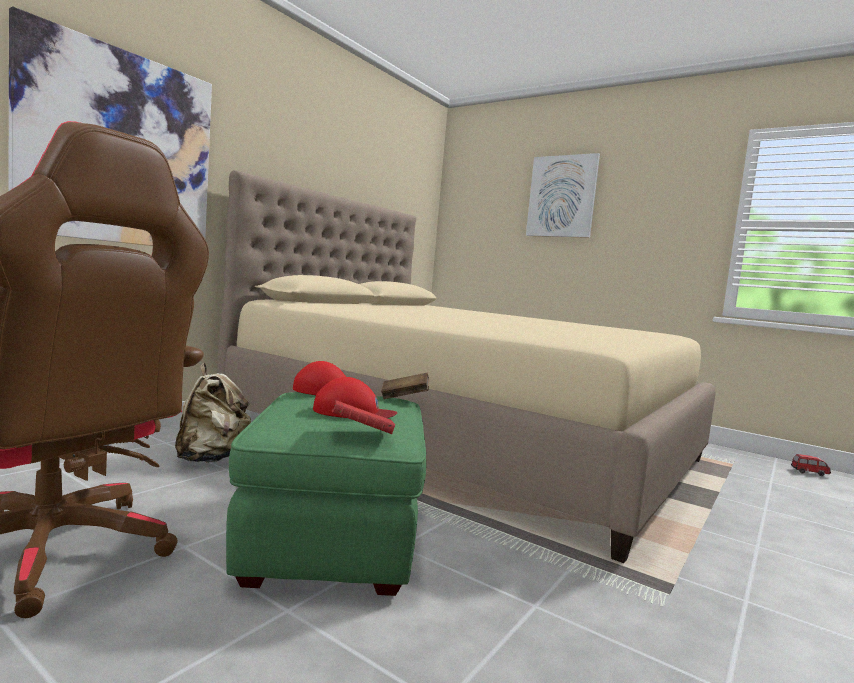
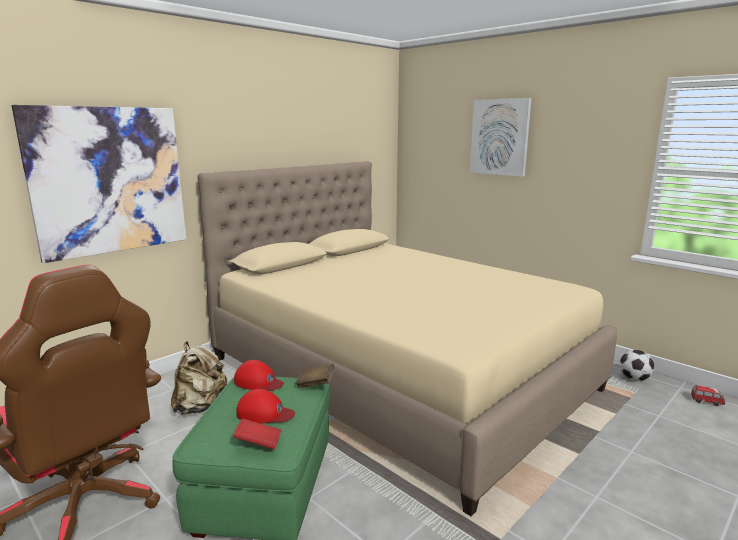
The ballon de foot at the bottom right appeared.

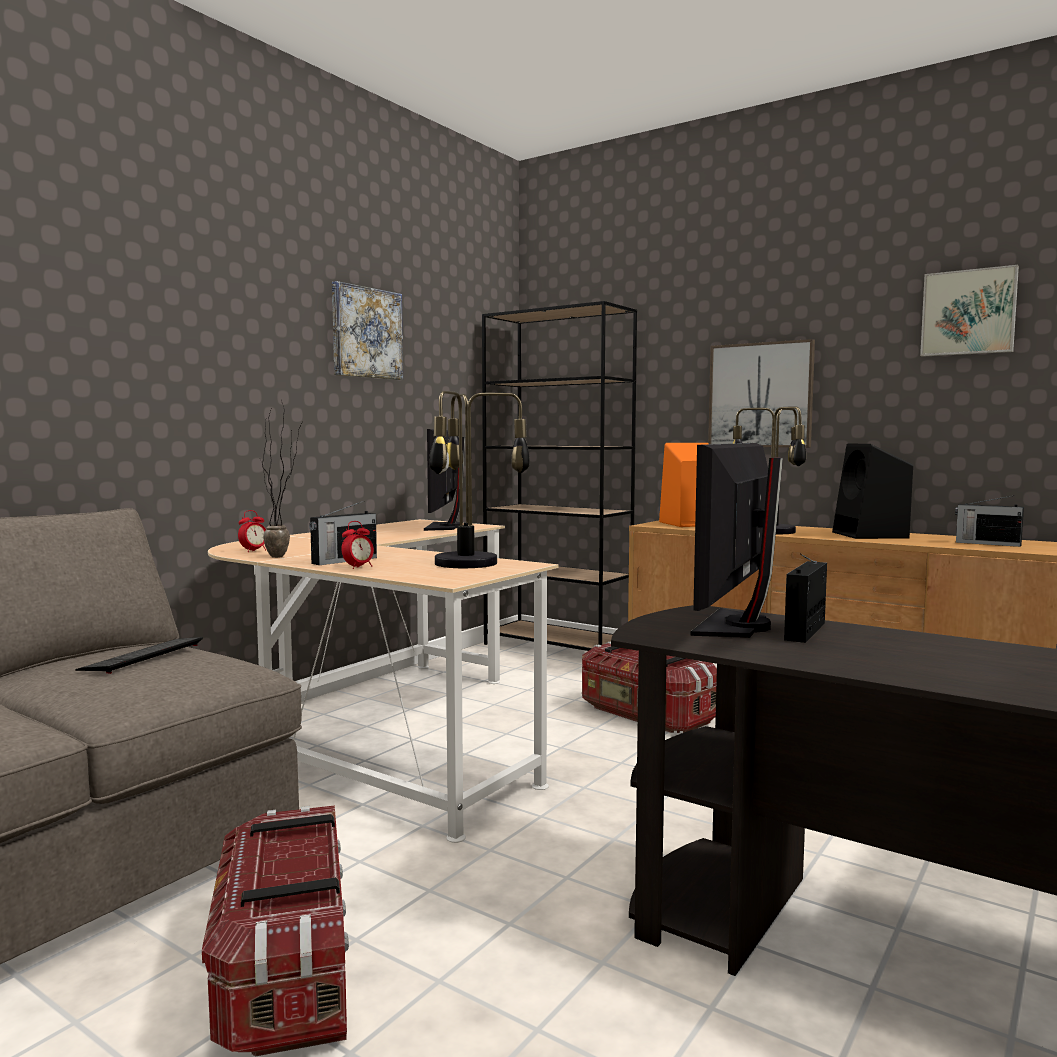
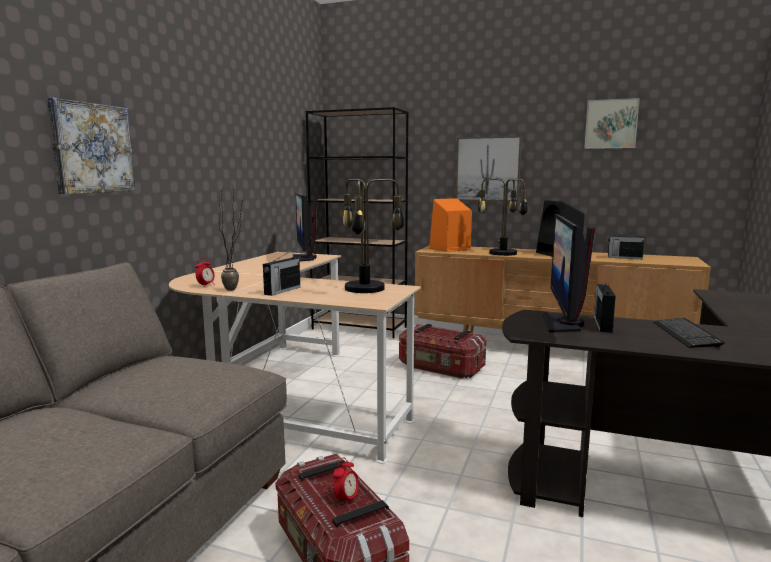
The clavier moved from the middle left to the middle right. The tableau (no. 1 from left) moved from the top centre to the top left. The réveil (no. 2 from left) moved from the centre to the bottom centre.

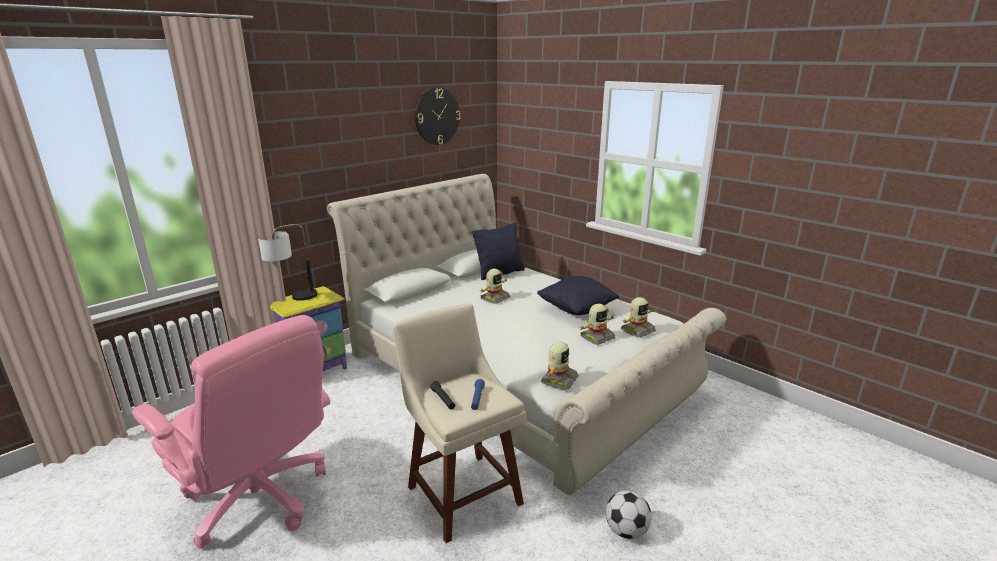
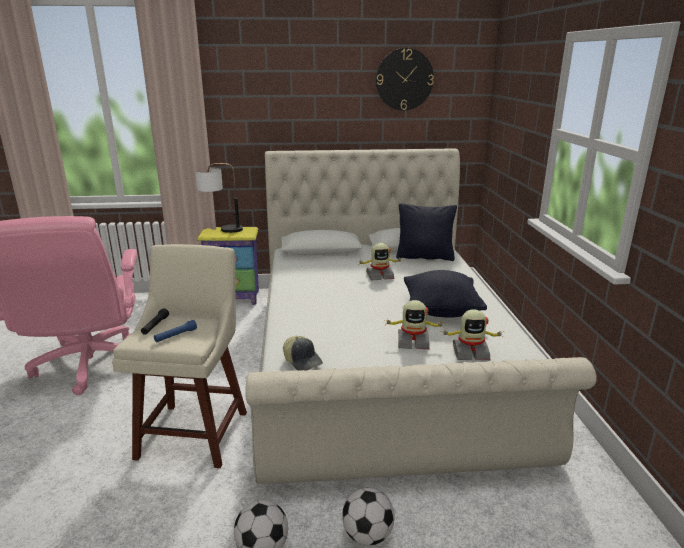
The robot jouet (no. 2 from left) at the centre was replaced by the casquette at the centre. The ballon de foot (no. 2 from left) at the bottom centre appeared.

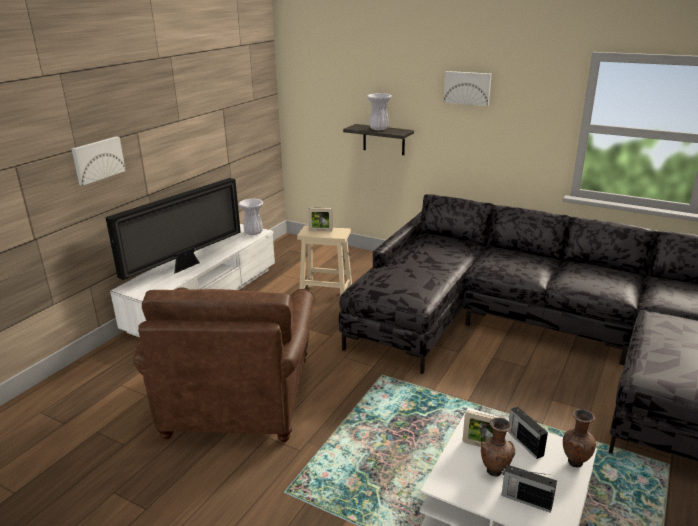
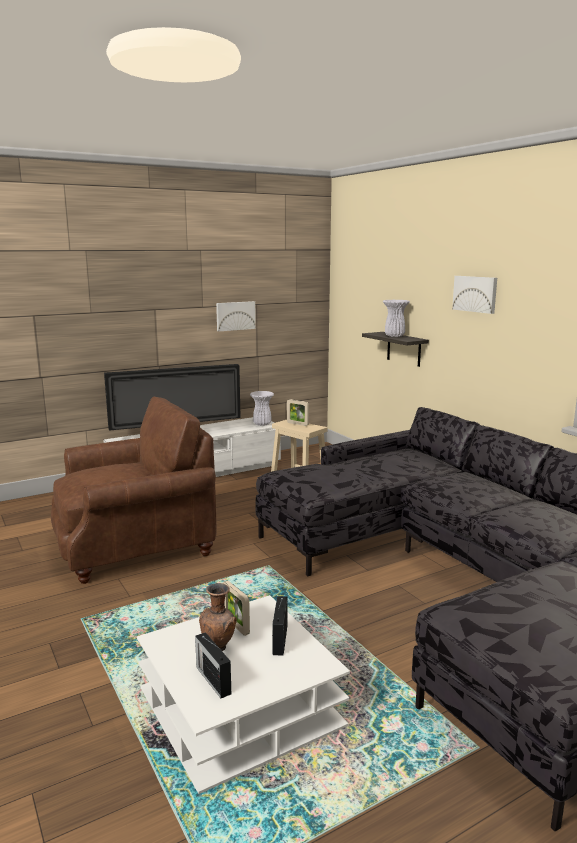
The tableau (no. 1 from left) moved from the top left to the centre. The fauteuil (marron) at the bottom left turned 150 degrees counterclockwise. The vase (marron) (no. 2 from left) at the bottom right disappeared.

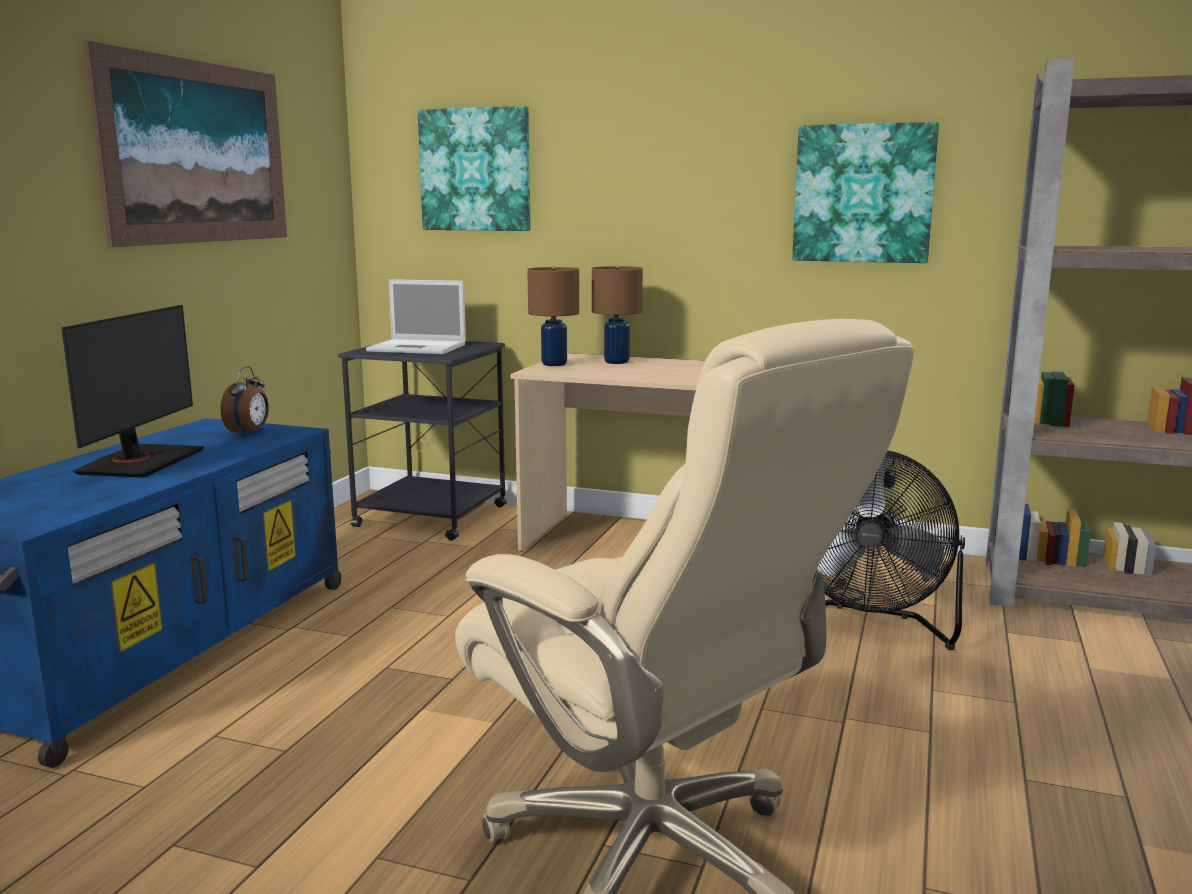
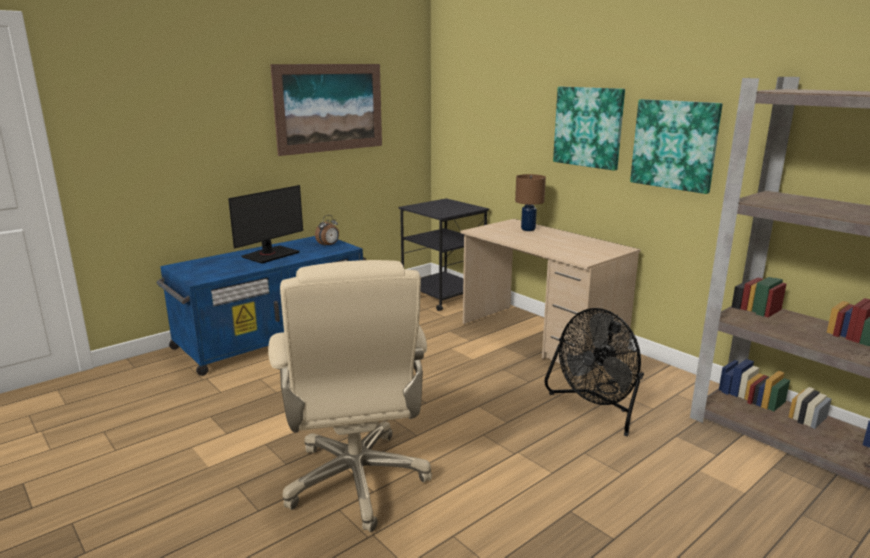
The ordinateur portable at the centre disappeared. The tableau (no. 2 from left) moved from the top centre to the top right. The lampe de table (marron) (no. 1 from left) at the centre disappeared.

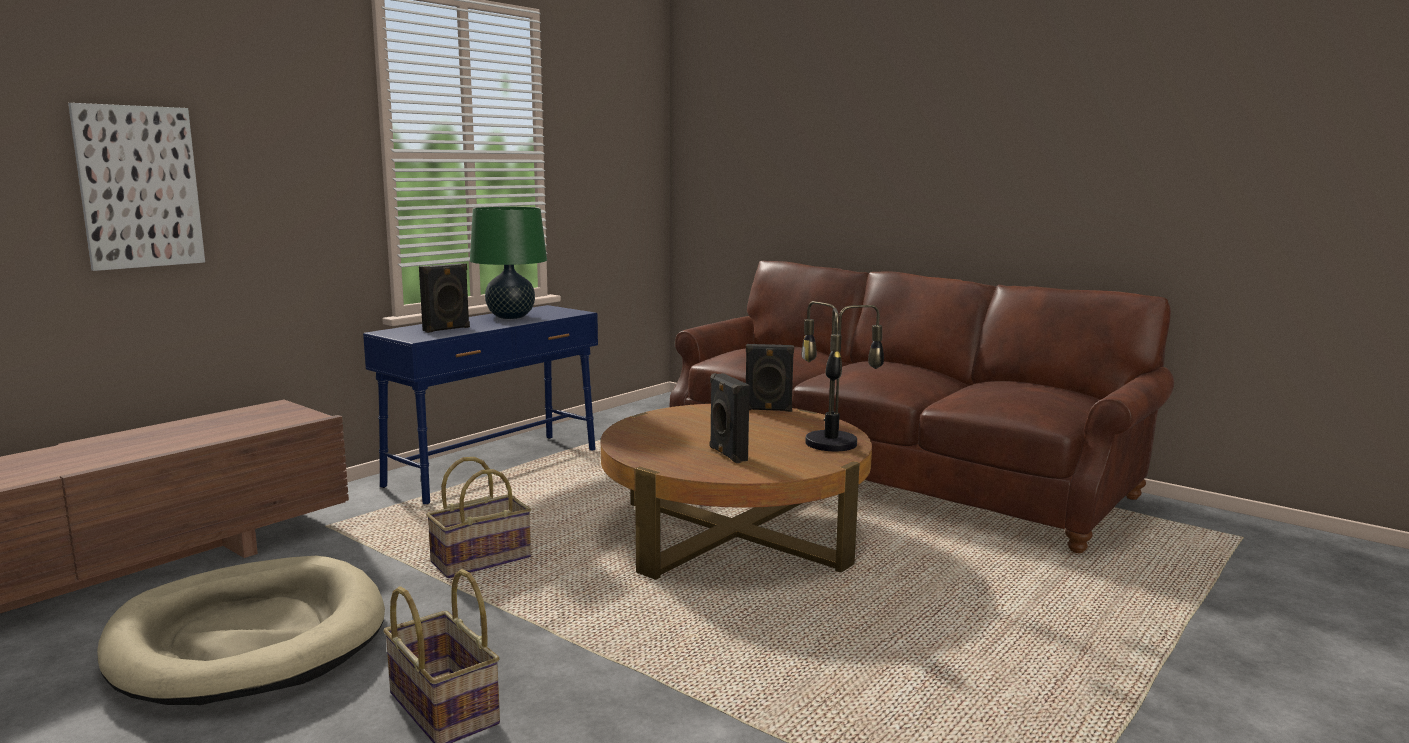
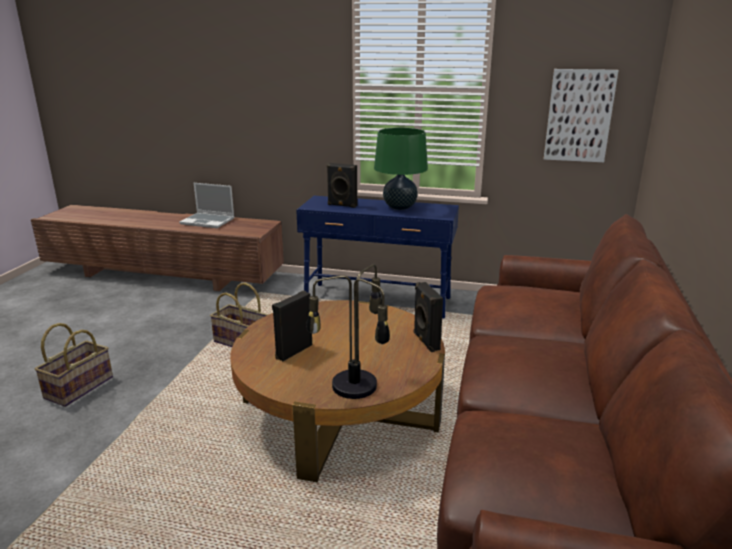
The tableau moved from the top left to the top right. The panier pour chien (beige) at the bottom left disappeared. The ordinateur portable at the middle left appeared.

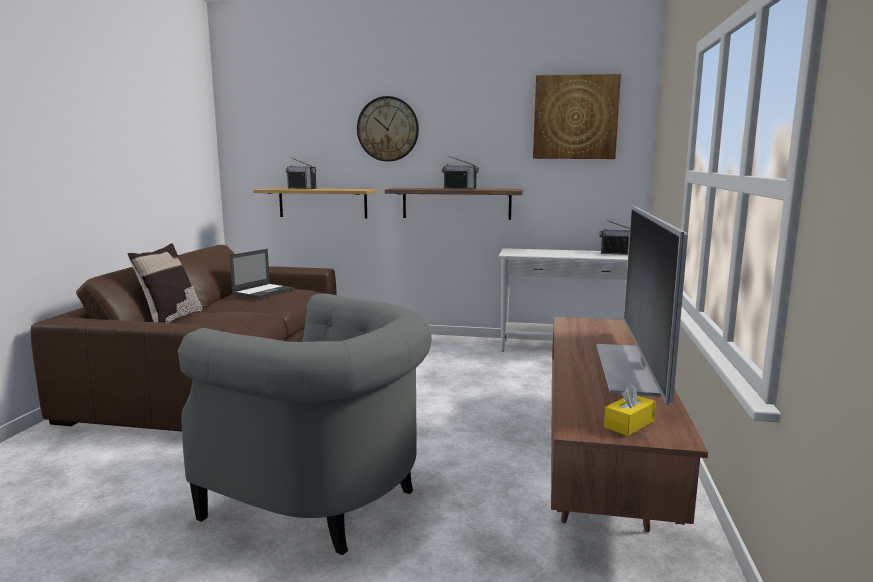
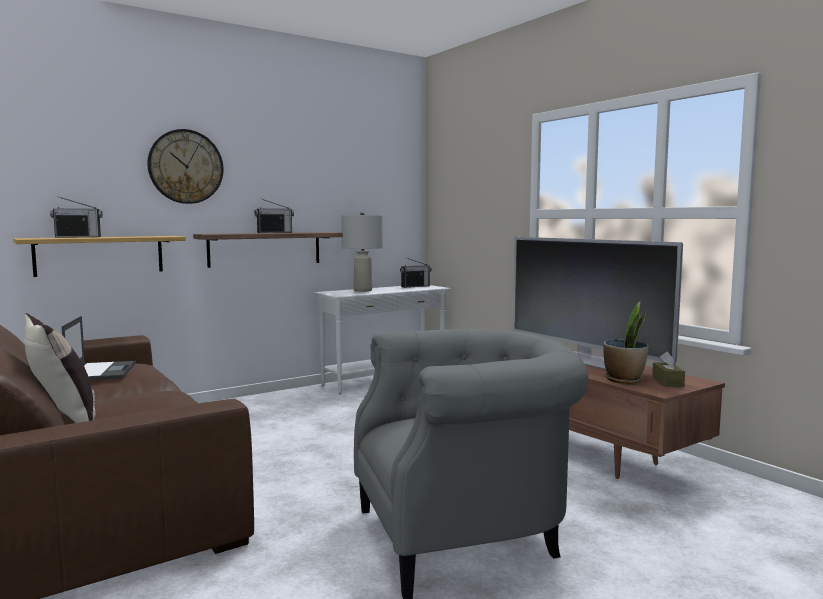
The tableau at the top centre disappeared. The boîte à mouchoirs (jaune) at the bottom right became the boîte à mouchoirs (marron) at the middle right. The lampe de table (gris) at the centre appeared. The plante en pot at the middle right appeared.

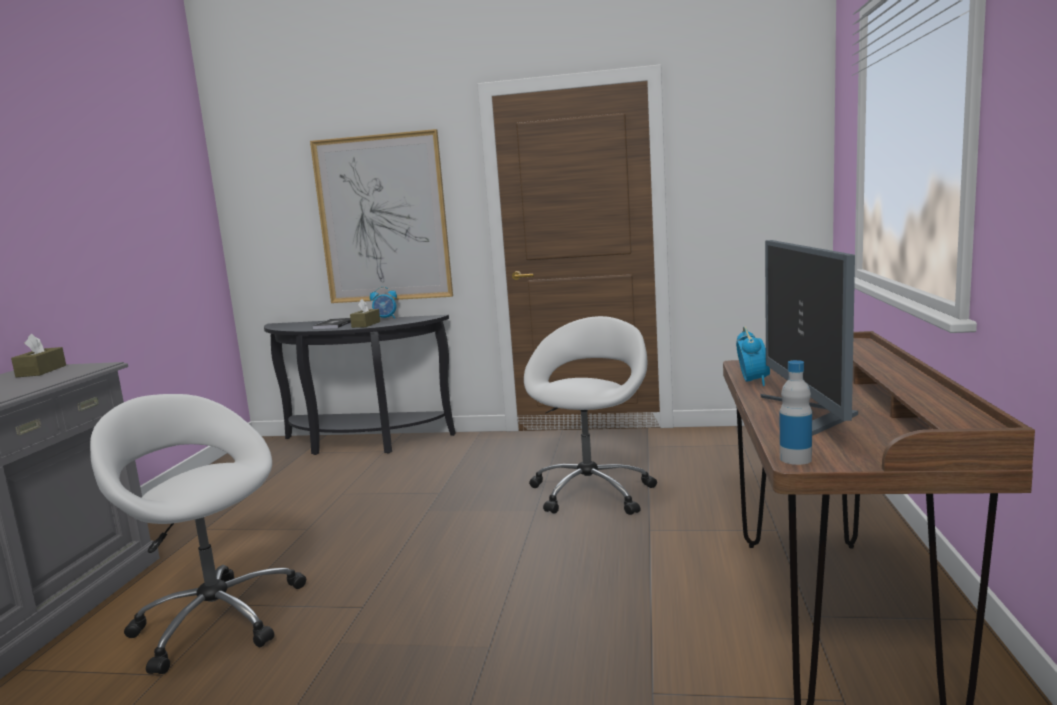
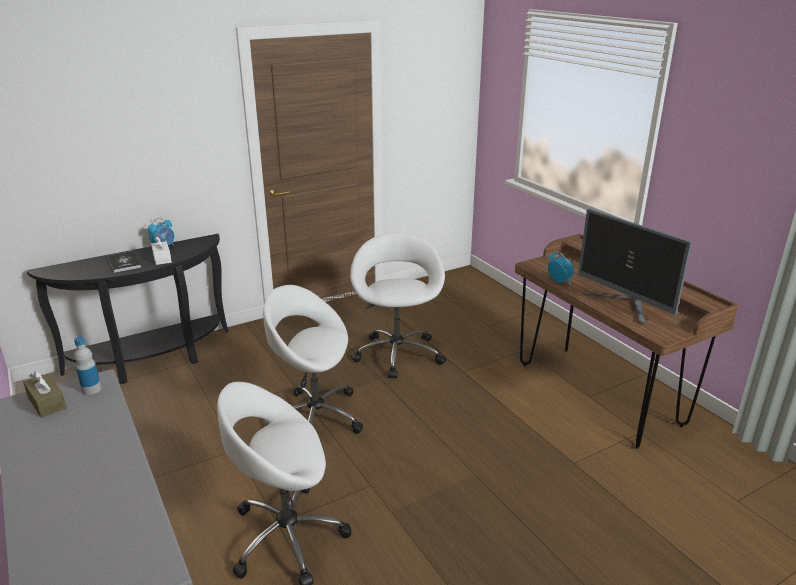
The tableau at the top centre disappeared. The boîte à mouchoirs (marron) (no. 2 from left) at the centre became the boîte à mouchoirs (blanc) at the middle left. The bouteille moved from the middle right to the middle left. The chaise de bureau (blanc) (no. 2 from left) at the centre appeared.

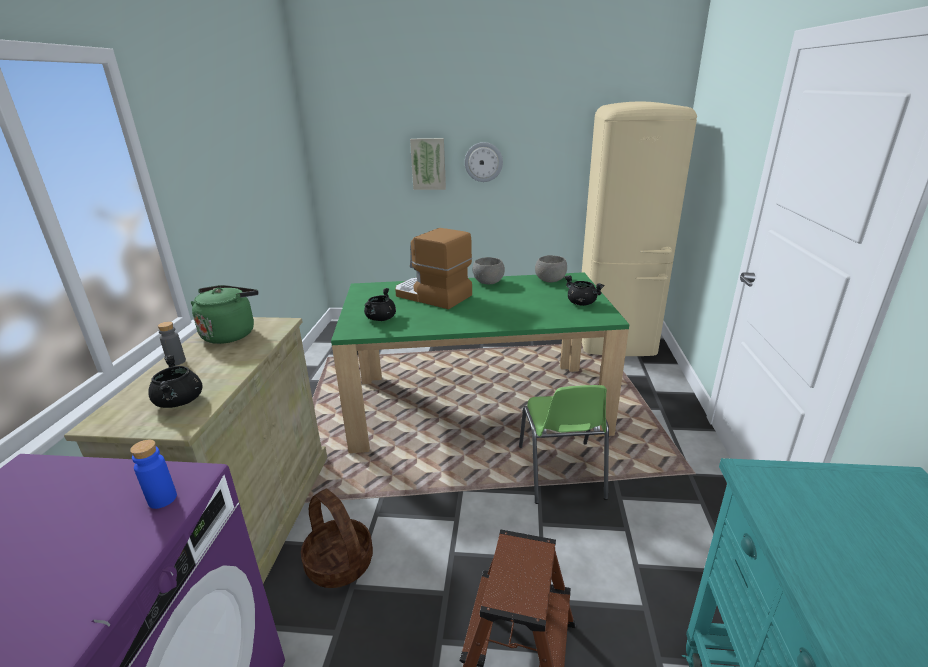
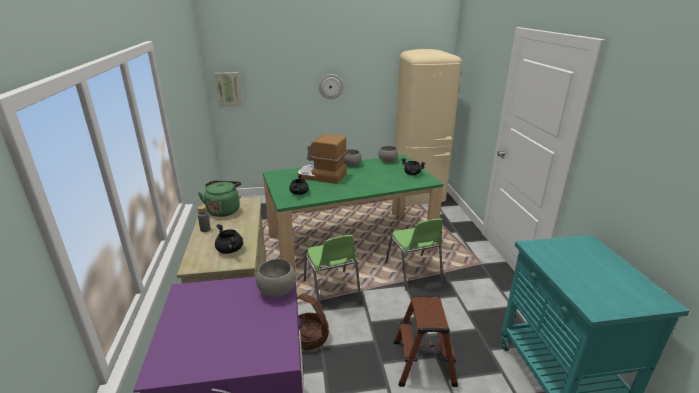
The bouteille (bleu) at the bottom left was replaced by the bol (gris) (no. 1 from left) at the bottom centre. The tableau moved from the top centre to the top left. The chaise (vert) (no. 1 from left) at the bottom centre appeared.

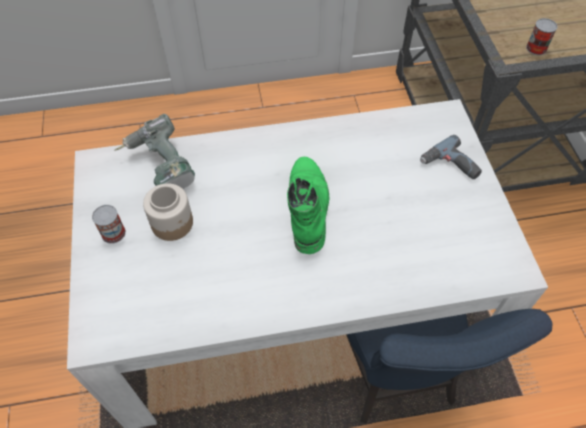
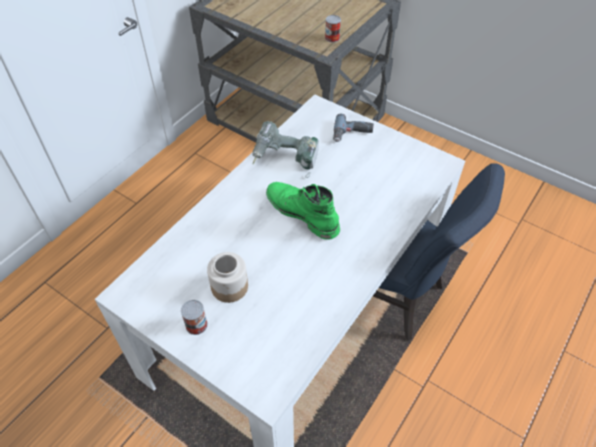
The perceuse (no. 1 from left) moved from the middle left to the centre.

